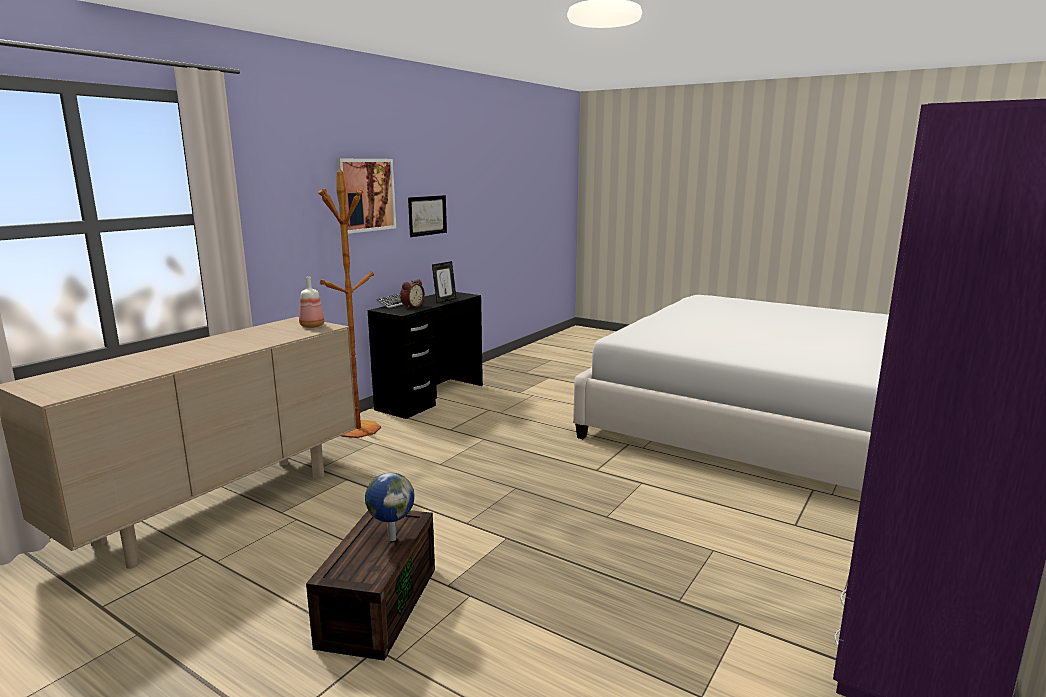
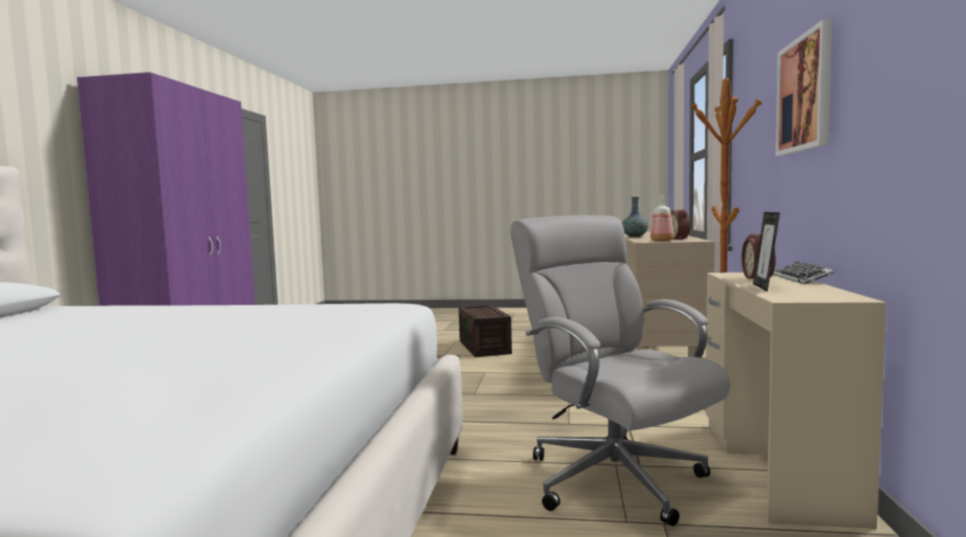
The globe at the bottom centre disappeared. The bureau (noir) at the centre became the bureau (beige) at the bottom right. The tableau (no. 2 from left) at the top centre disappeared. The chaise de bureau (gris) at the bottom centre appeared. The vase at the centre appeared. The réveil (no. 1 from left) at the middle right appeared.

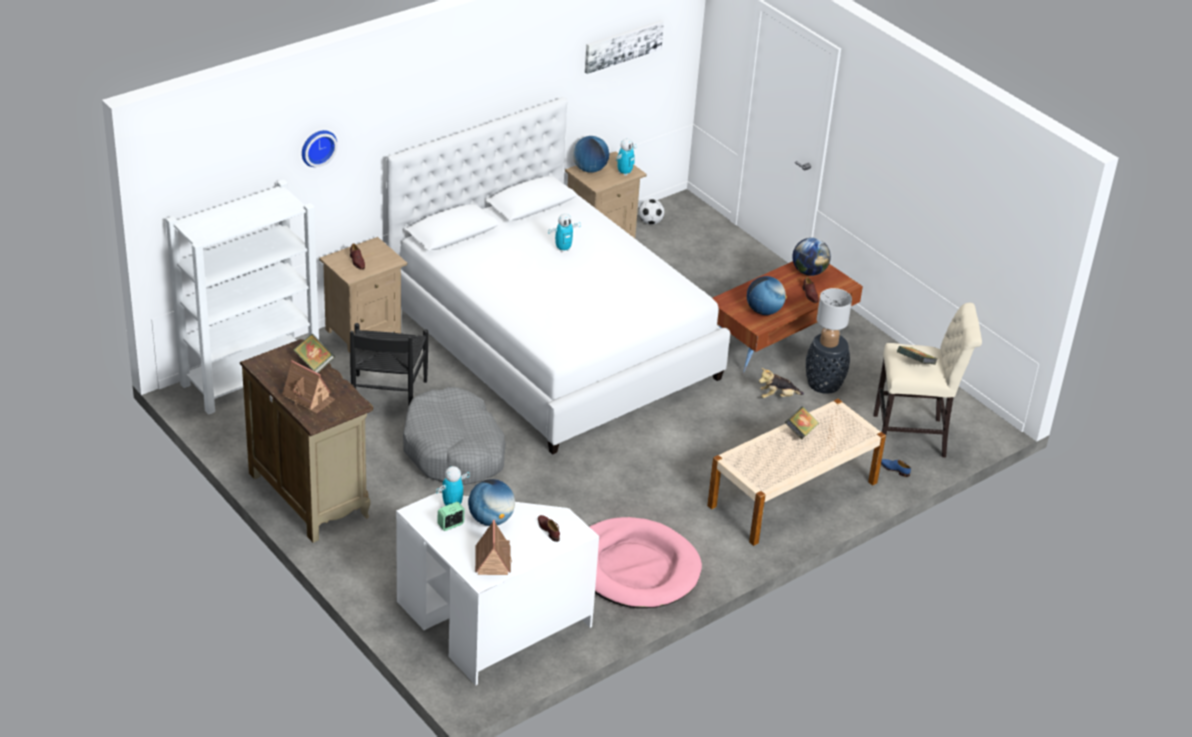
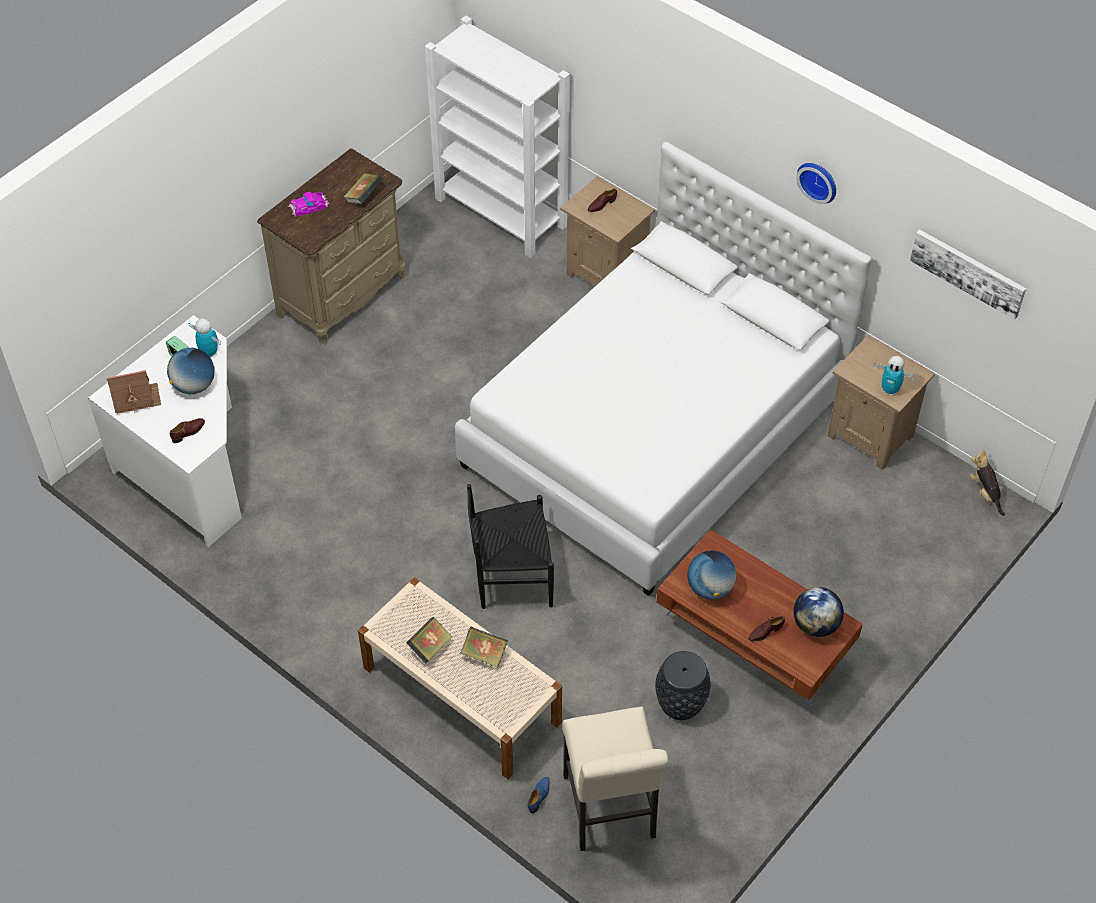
The maison miniature (no. 1 from left) at the middle left was replaced by the petite voiture at the top left. The horloge murale moved from the top left to the top right. The chaise (noir) moved from the middle left to the centre. The panier pour chien (gris) at the centre disappeared. The robot jouet (no. 2 from left) at the top centre disappeared. The globe (no. 2 from left) at the top centre disappeared. The panier pour chien (rose) at the bottom centre disappeared. The ballon de foot at the top centre disappeared. The peluche moved from the centre to the middle right. The lampe de table (gris) at the middle right disappeared. The livre (no. 3 from left in the first image) moved from the middle right to the bottom centre.

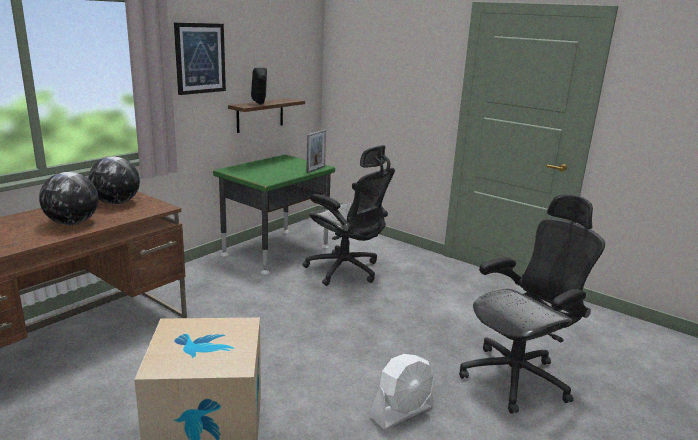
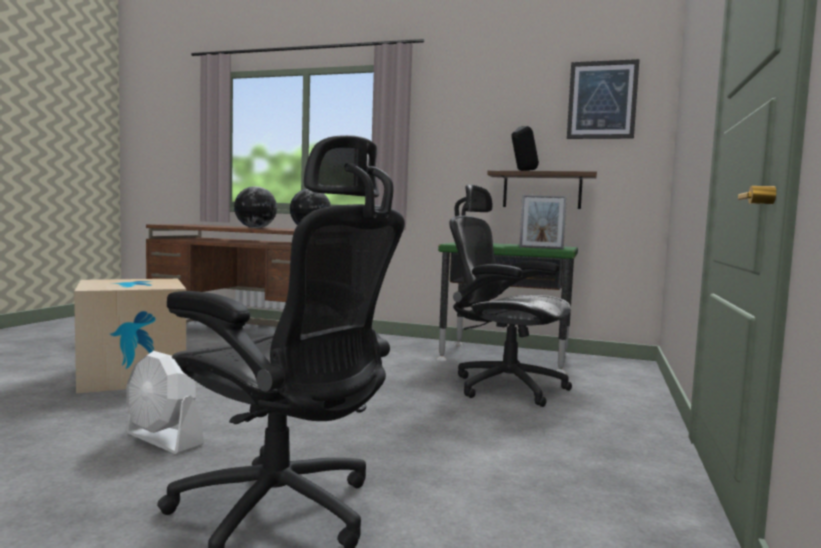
The tableau moved from the top left to the top right. The chaise de bureau (no. 1 from left in the first image) at the centre turned 105 degrees clockwise.

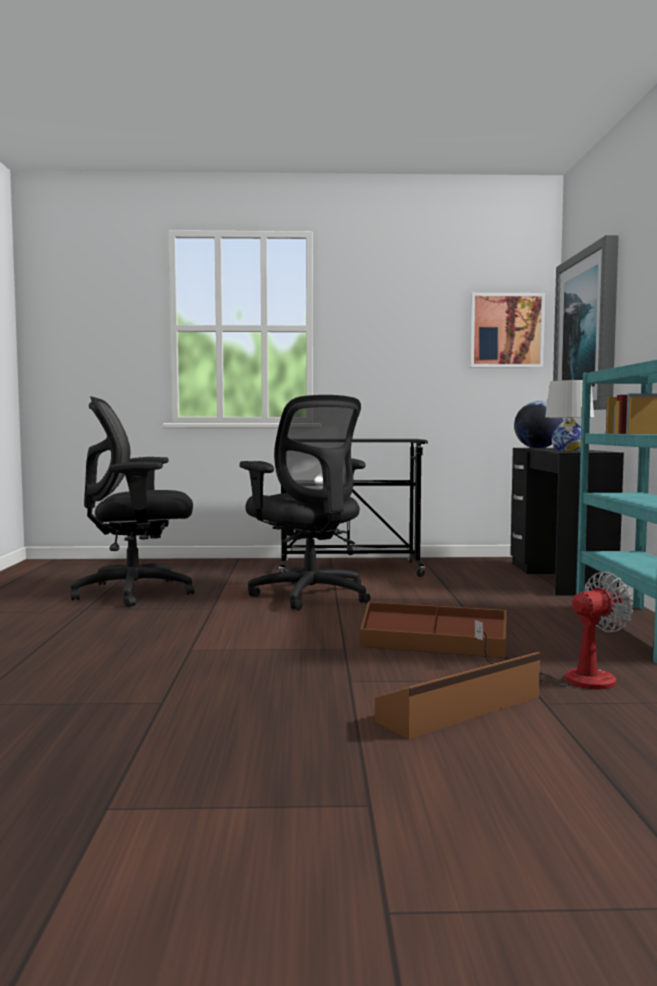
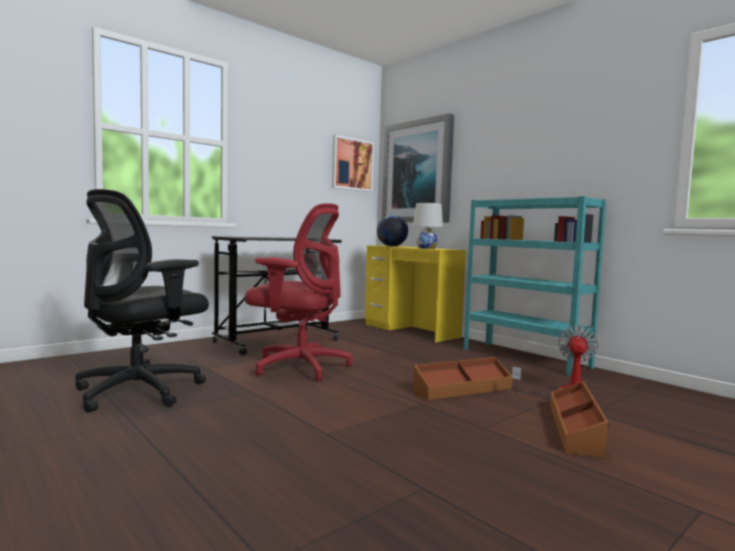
The chaise de bureau (noir) (no. 2 from left) at the centre became the chaise de bureau (rouge) at the centre. The bureau (noir) (no. 2 from left) at the middle right became the bureau (jaune) at the centre.

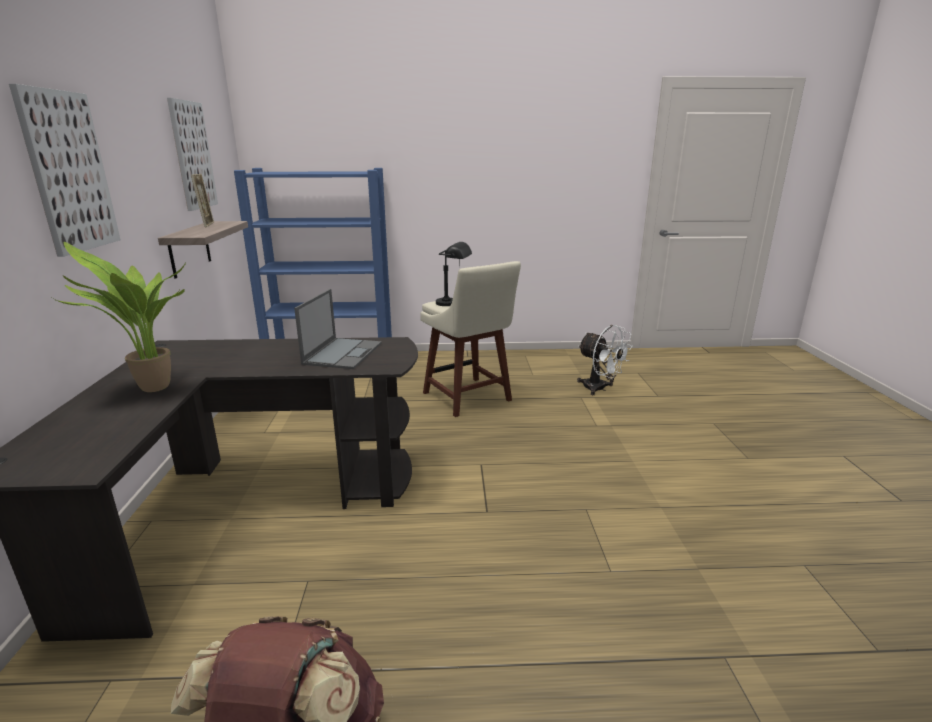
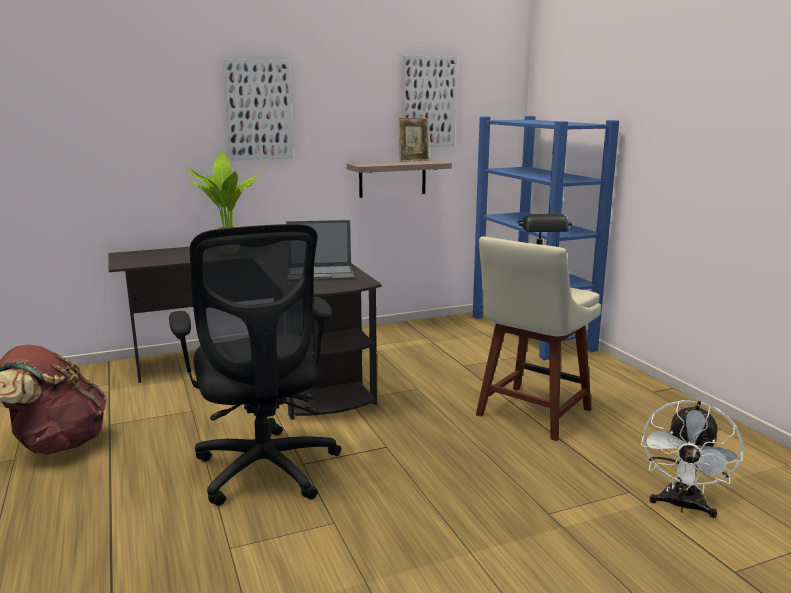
The chaise de bureau (noir) at the middle left appeared.

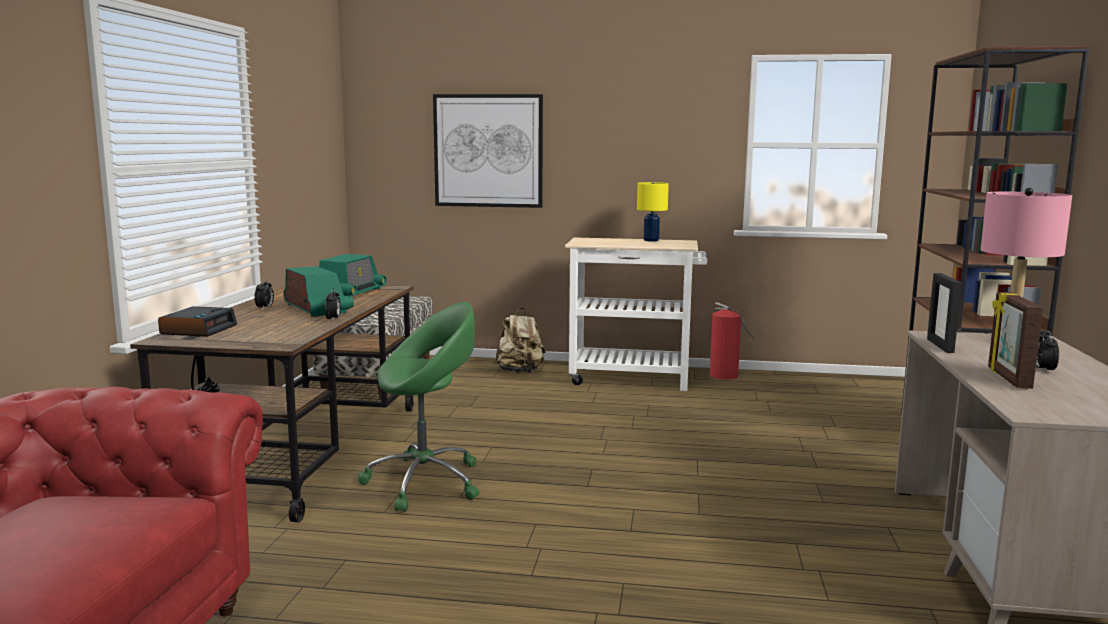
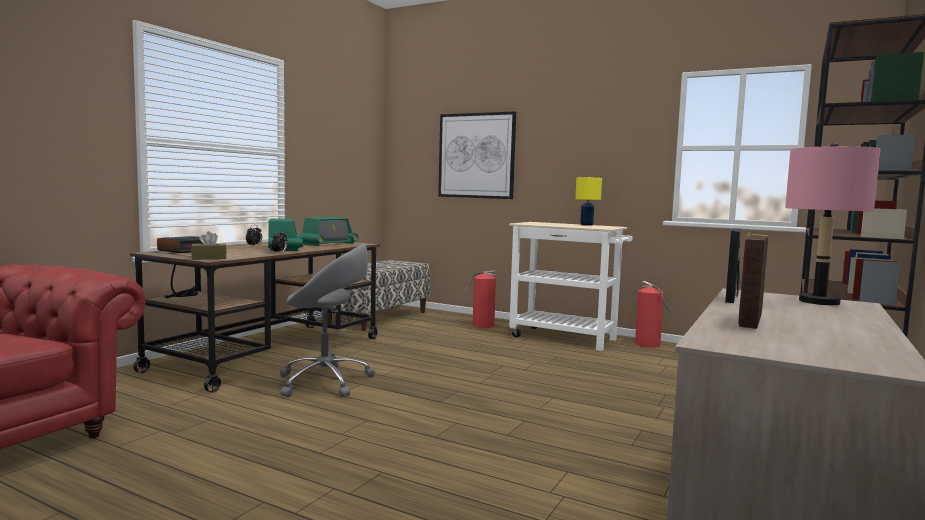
The chaise de bureau (vert) at the centre became the chaise de bureau (gris) at the centre. The sac à dos (beige) at the centre was replaced by the extincteur (no. 1 from left) at the centre. The réveil (no. 4 from left) at the middle right disappeared. The boîte à mouchoirs (marron) at the middle left appeared.

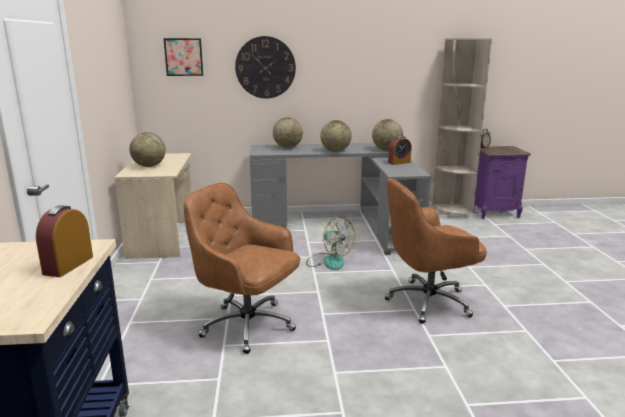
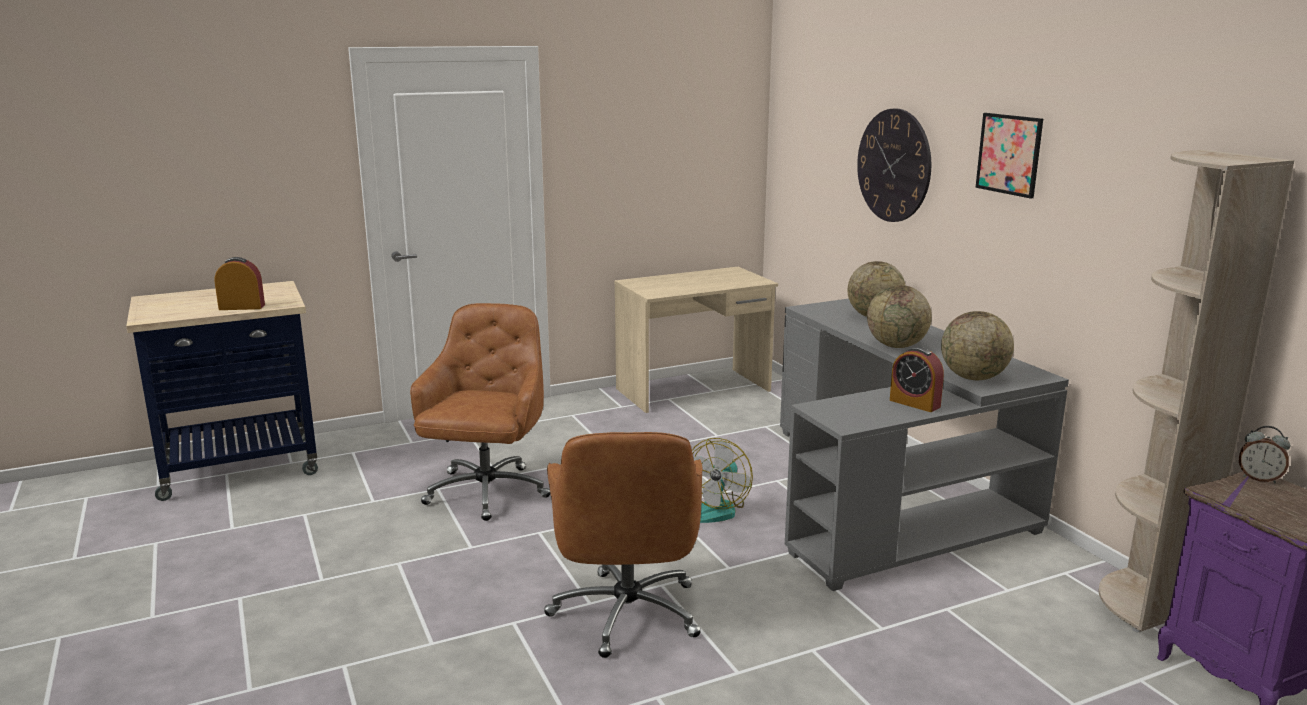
The globe (no. 1 from left) at the middle left disappeared. The tableau moved from the top left to the top right. The chaise de bureau (marron) (no. 2 from left) at the middle right turned 150 degrees counterclockwise.

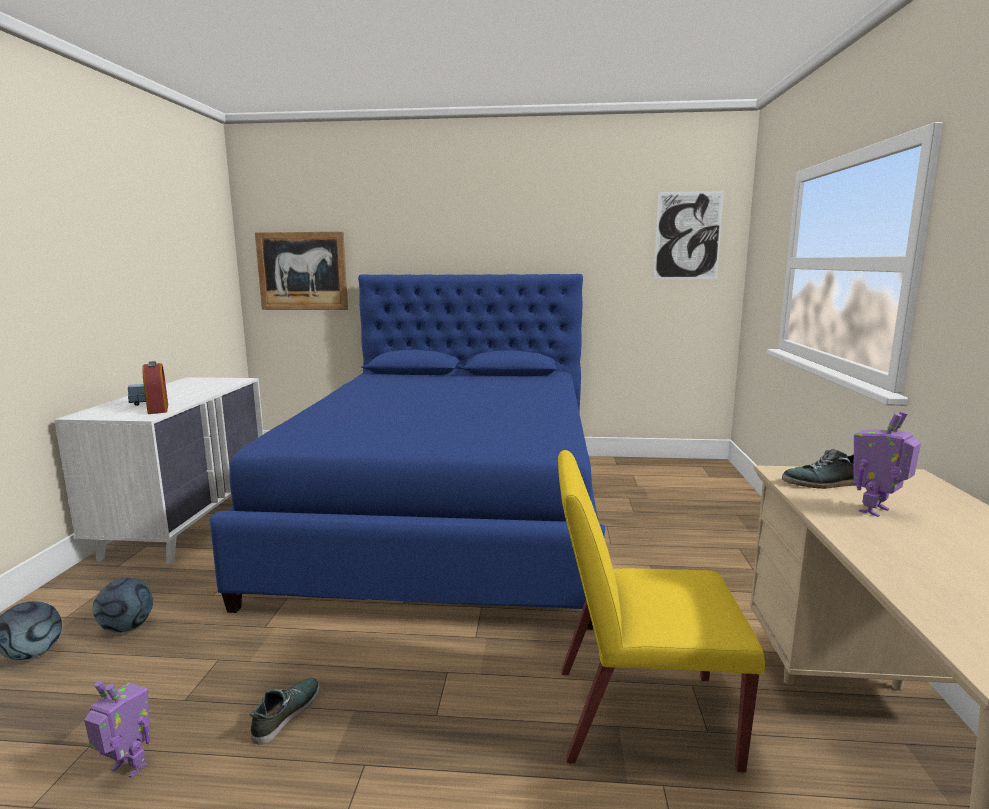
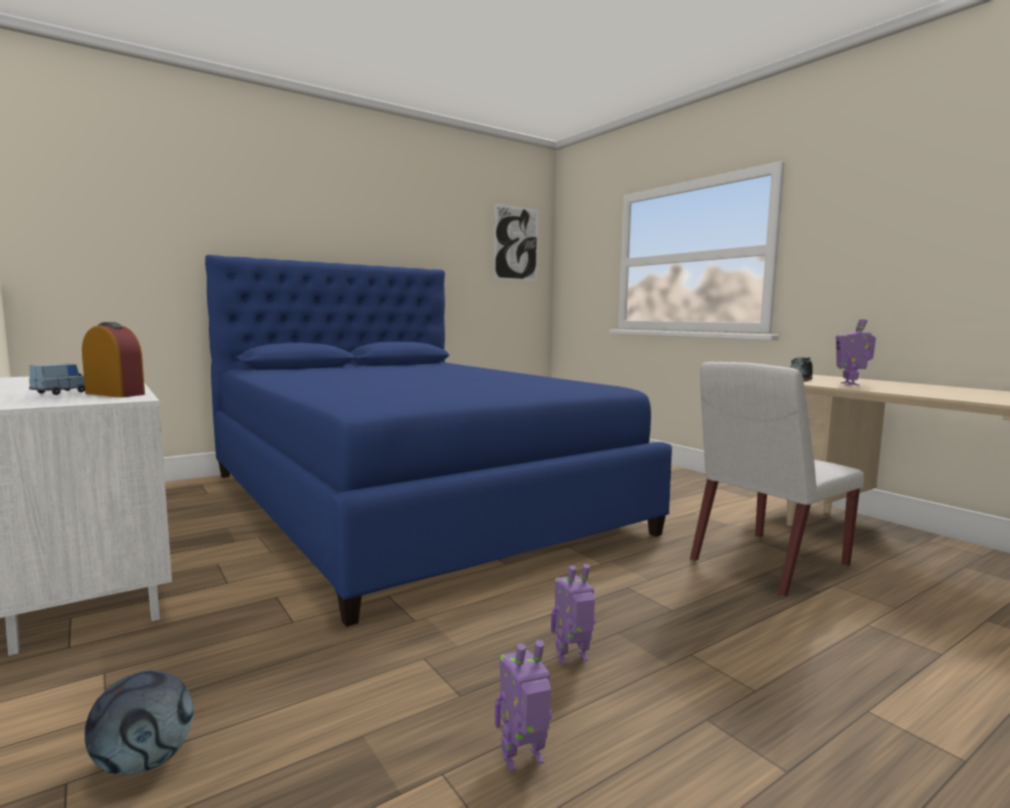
The ballon de foot (no. 2 from left) at the bottom left disappeared. The chaussure (no. 1 from left) at the bottom left was replaced by the robot jouet (no. 2 from left) at the bottom centre. The tableau (no. 1 from left) at the middle left disappeared. The chaise (jaune) at the bottom right became the chaise (blanc) at the middle right.

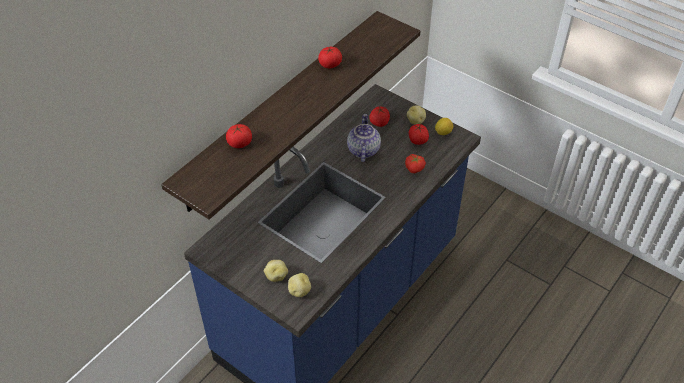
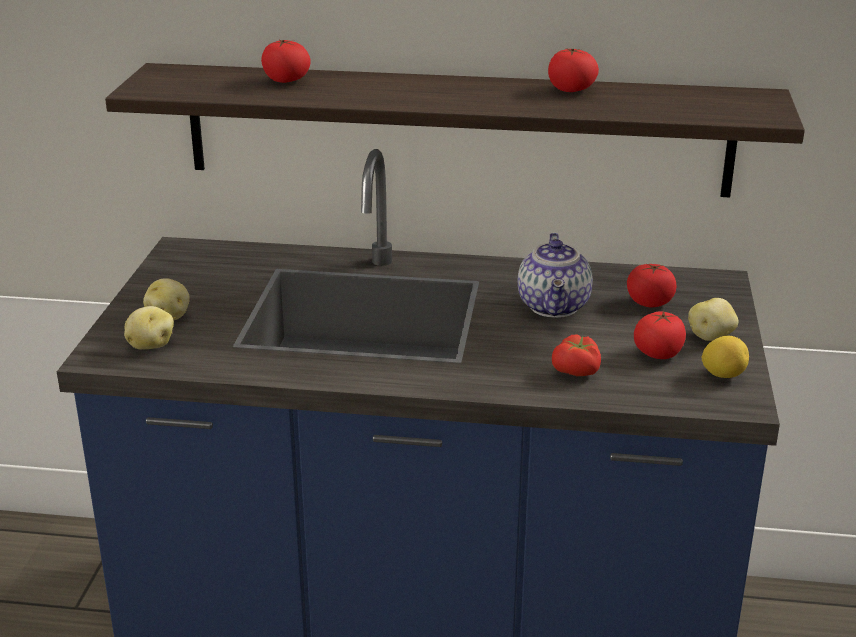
The théière at the centre turned 120 degrees clockwise.

